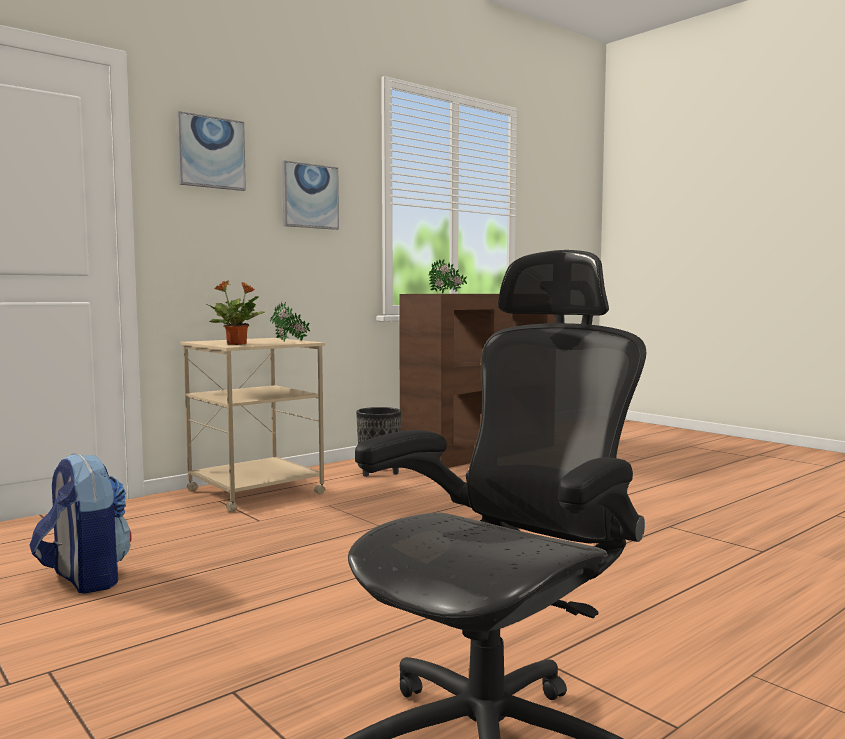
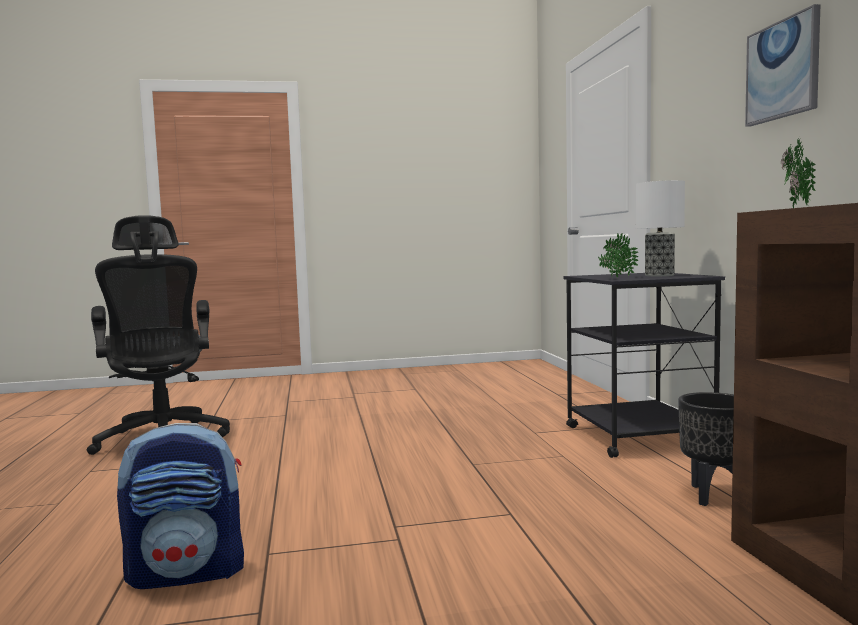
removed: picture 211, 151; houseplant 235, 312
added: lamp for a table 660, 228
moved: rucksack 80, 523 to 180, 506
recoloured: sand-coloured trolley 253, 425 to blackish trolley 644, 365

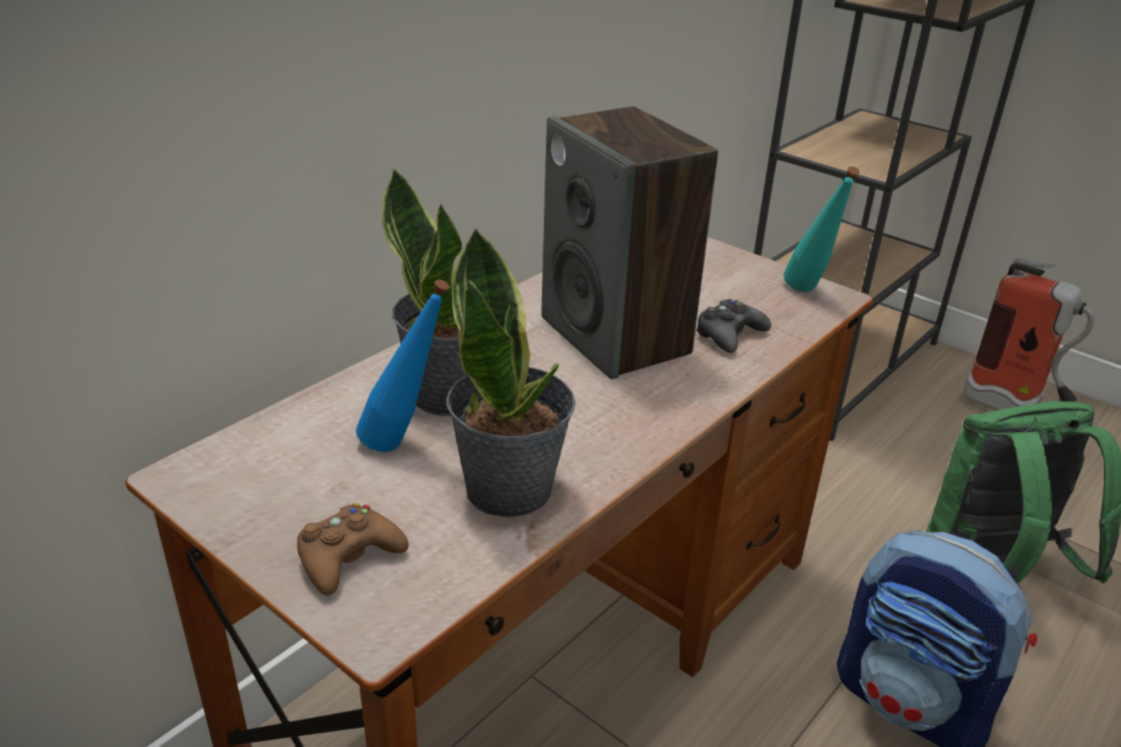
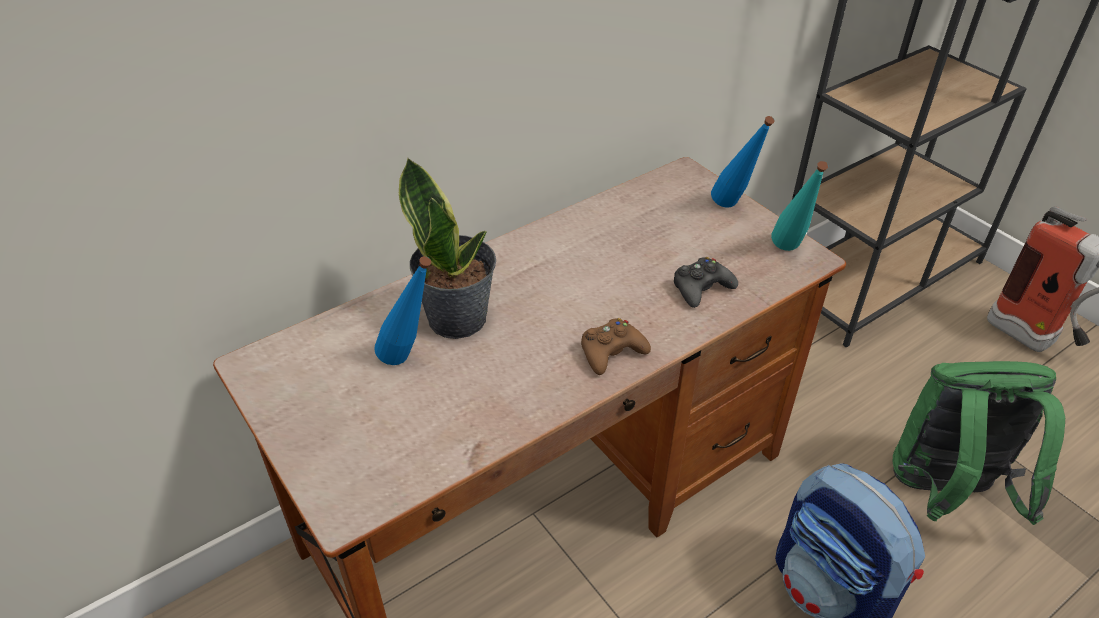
removed: houseplant 511, 372; audio speaker 630, 243
added: blue bottle 743, 162
moved: brown-coloured joypad 352, 549 to 616, 346

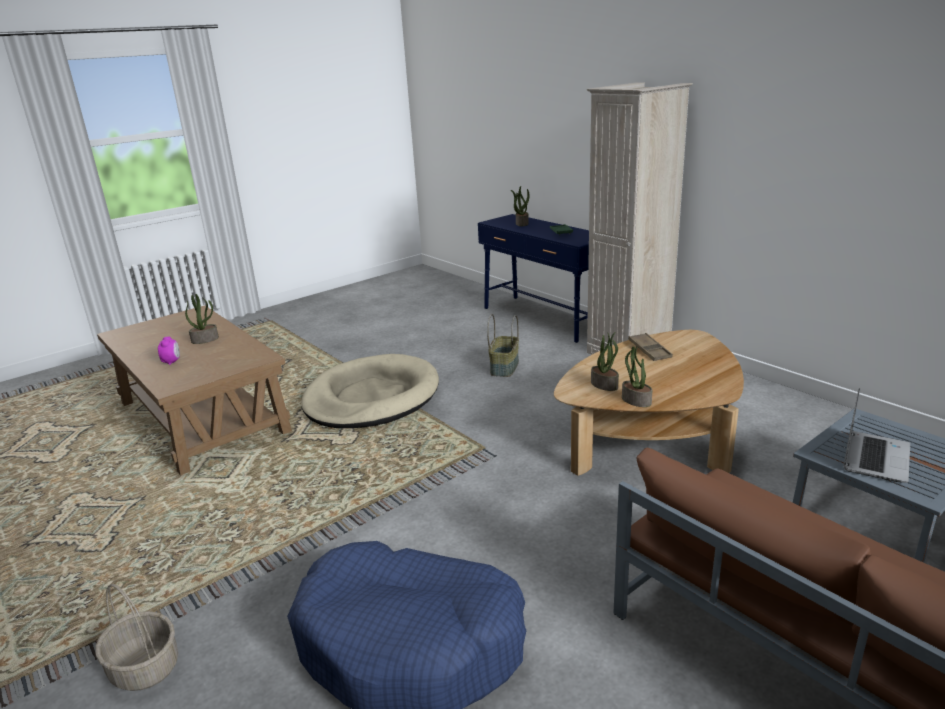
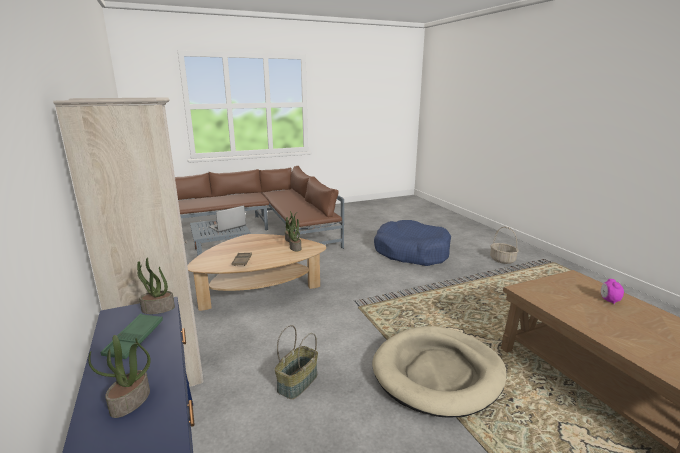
moved: houseplant 202, 319 to 156, 285

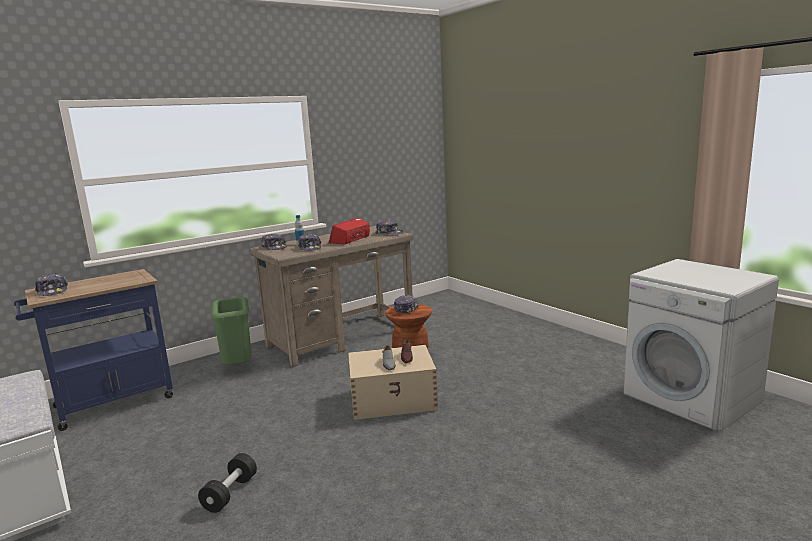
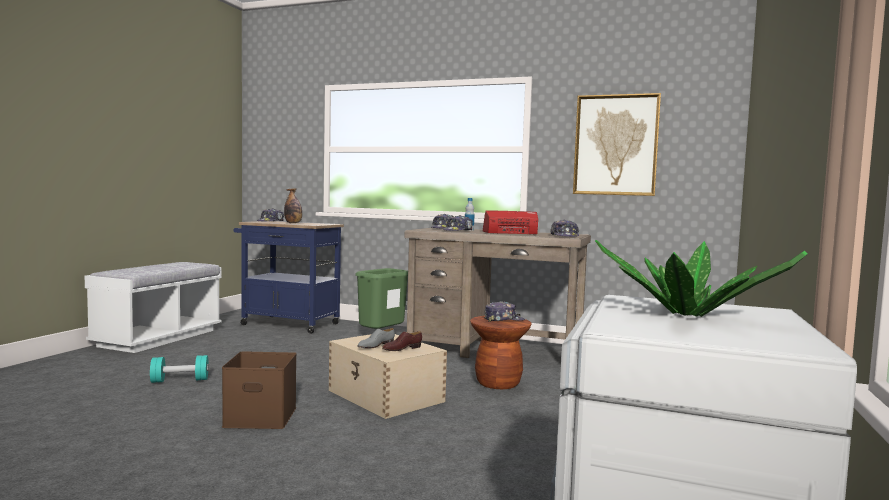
added: brown-coloured storage bin 259, 390; bottle 293, 206; picture 617, 144; houseplant 701, 278
recoloured: blackish dumbbell 227, 483 to turquoise dumbbell 179, 369

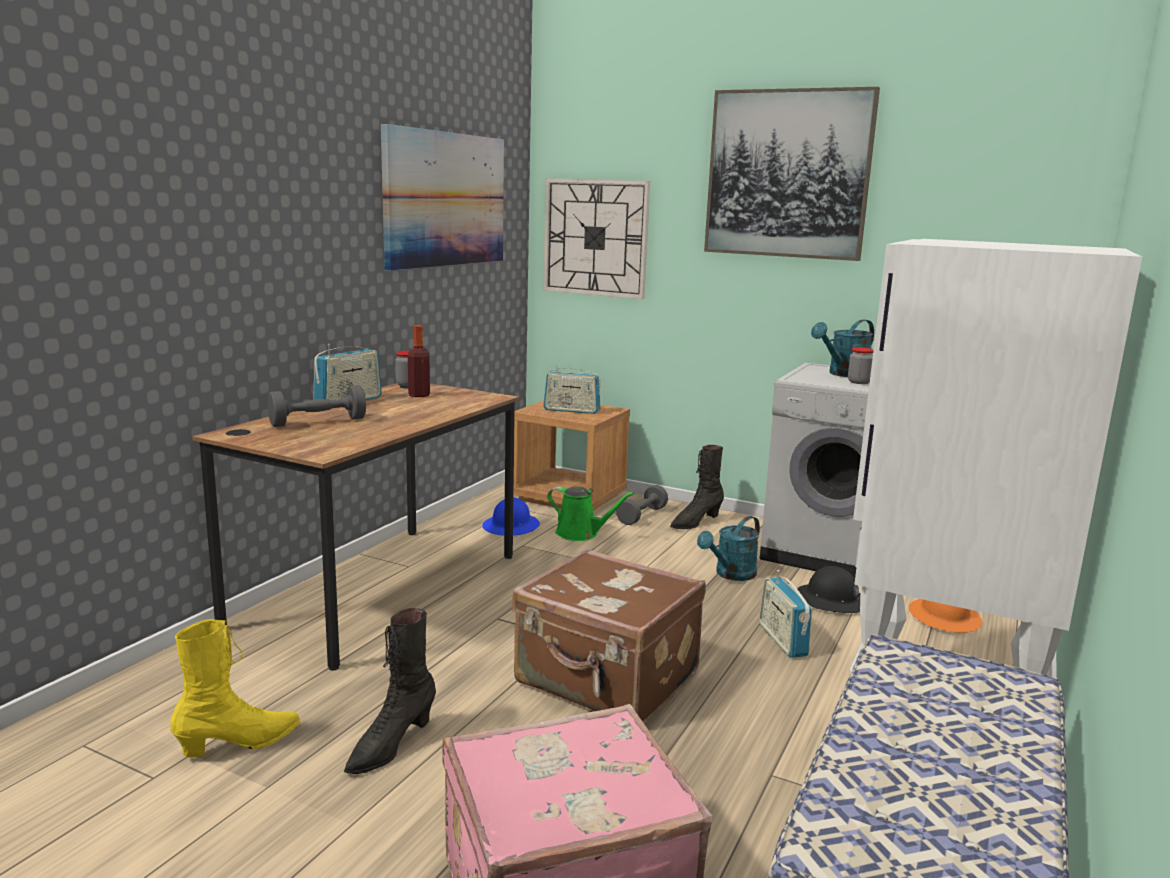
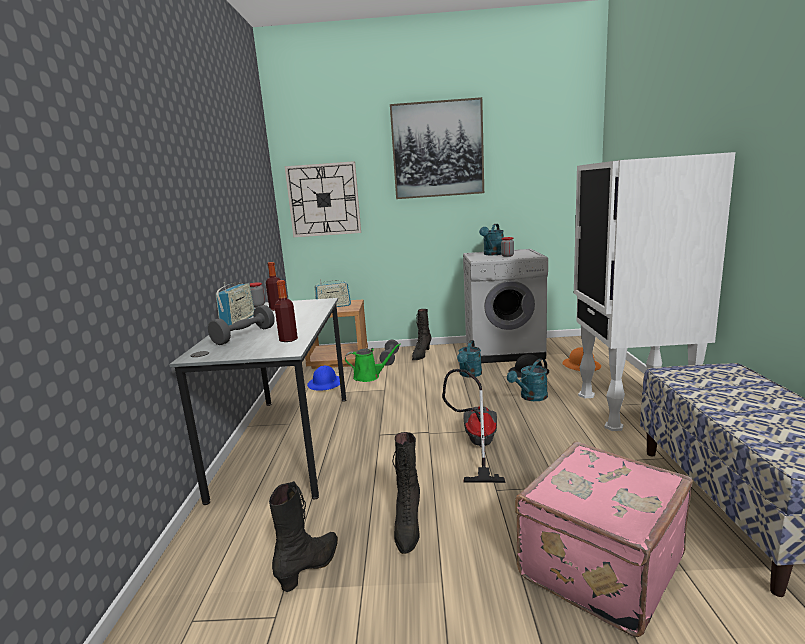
removed: picture 442, 197
added: bottle 286, 311
replaced: brown-coloured piece of luggage 609, 636 to vacuum 474, 426; radio set 785, 614 to turquoise sprinkling can 527, 380
recoloured: yellowish tall boot 235, 688 to blackish tall boot 303, 536; brown-coloured desk 356, 527 to grey desk 258, 401

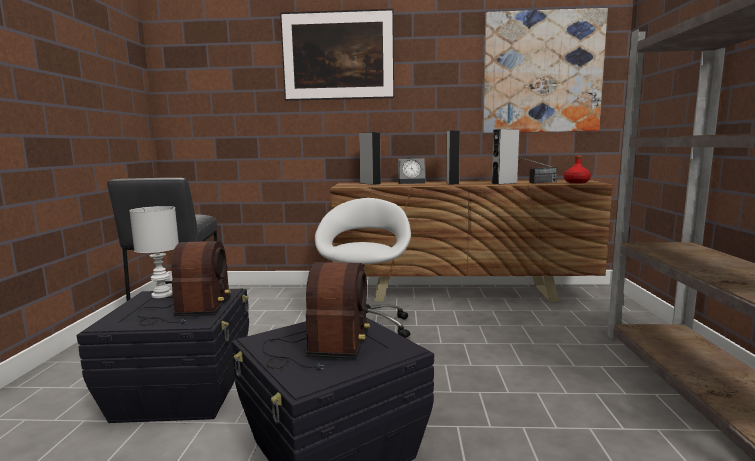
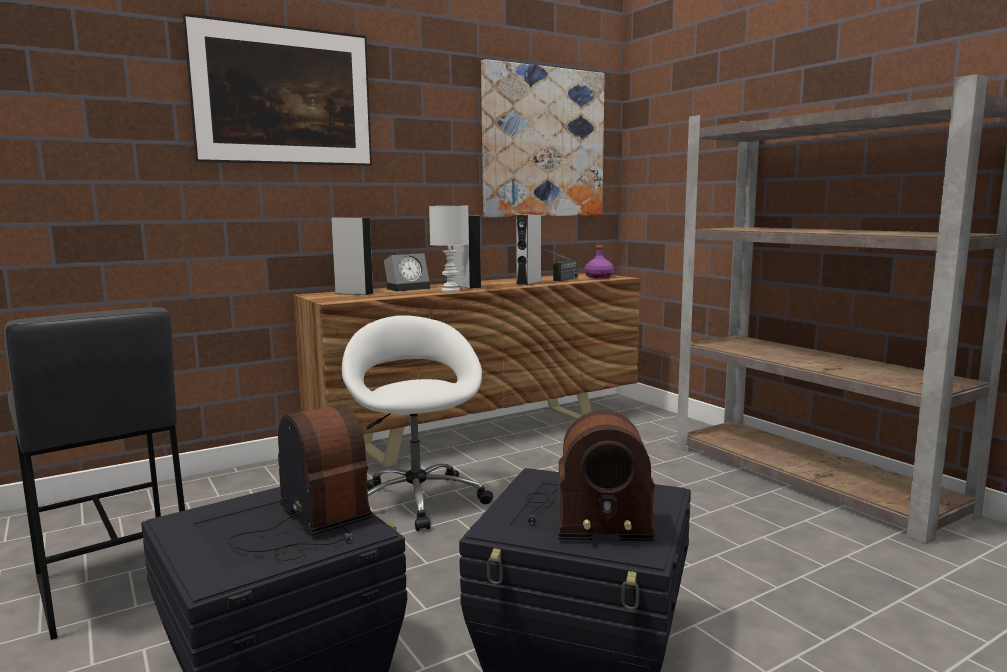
moved: white-coloured lamp for a table 154, 252 to 449, 249
recoloured: red bottle 577, 169 to purple-coloured bottle 599, 262
turned: radio set 316, 316 = 589, 475 120 degrees clockwise

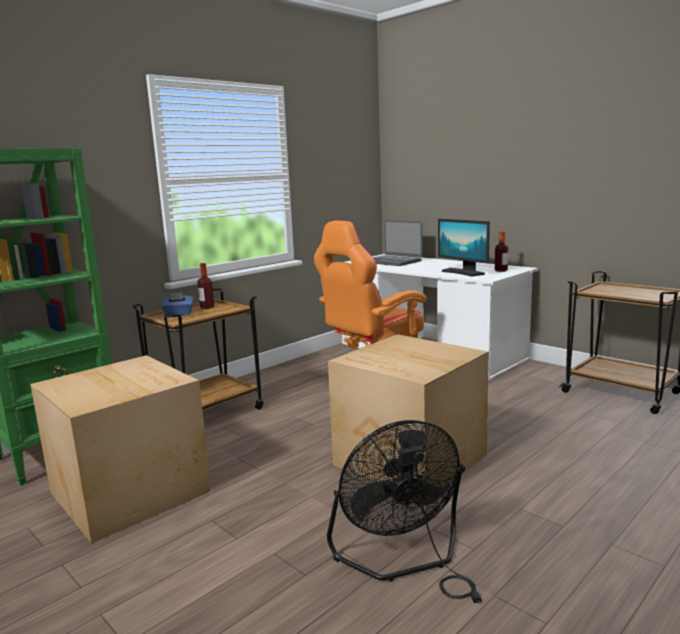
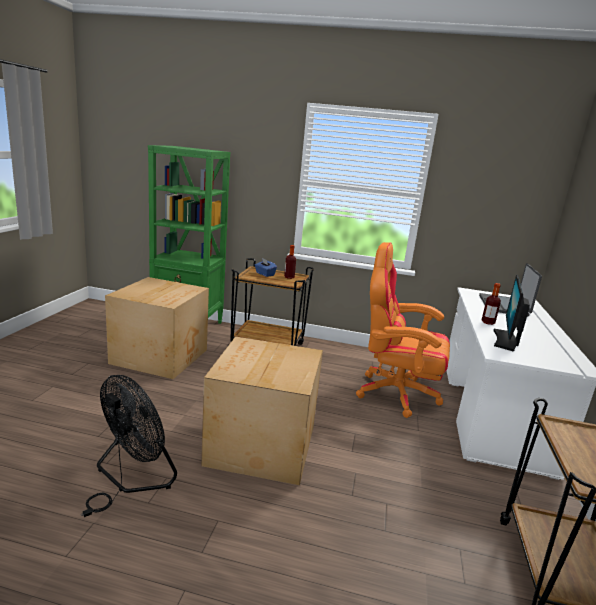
moved: bottle 501, 251 to 491, 304

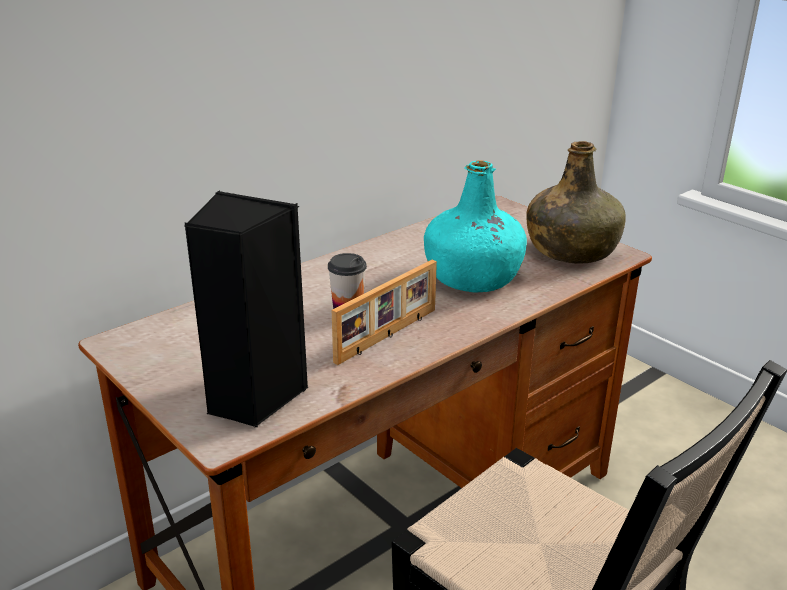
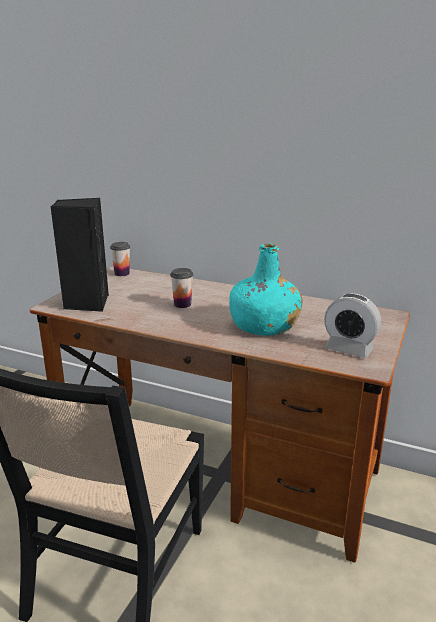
removed: photo frame 384, 312
added: small cup 120, 259
replaced: greenish bottle 576, 202 to bedside clock 352, 325

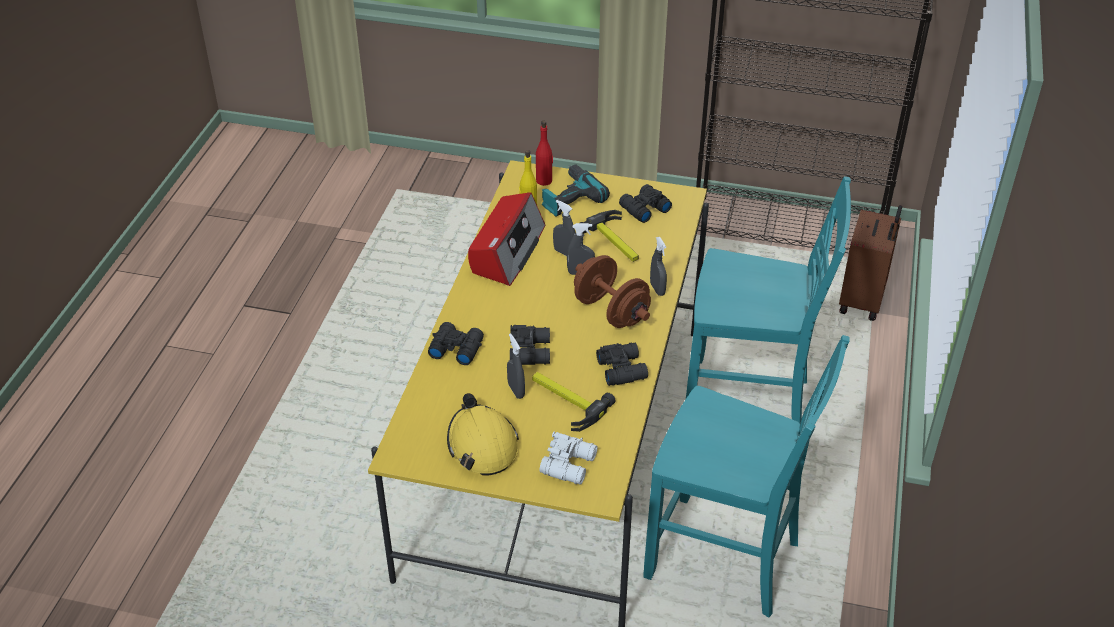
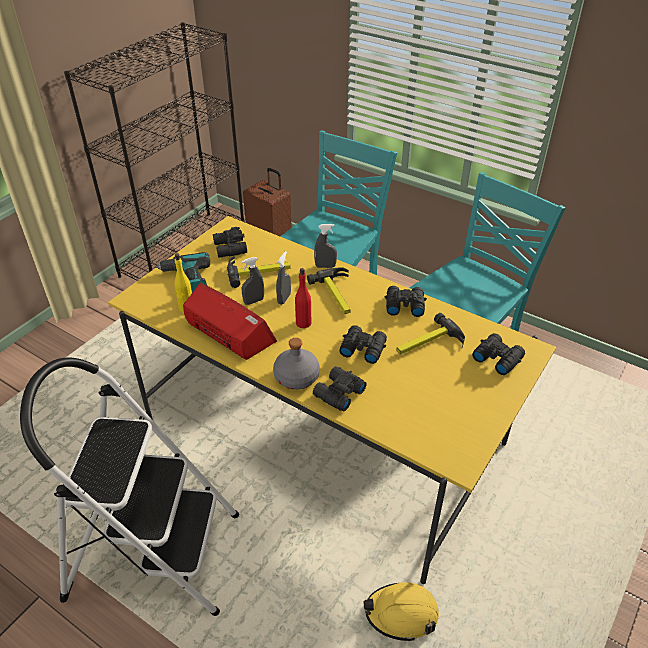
removed: grey hand sprayer 516, 366
added: step stool 129, 487; grey bottle 296, 364
moved: yellowish hard hat 483, 434 to 401, 611; red bottle 544, 153 to 303, 298
replaced: brown-coloured dumbbell 612, 291 to hammer 329, 291
recoloured: white-coloured field glasses 569, 458 to blackish field glasses 498, 354

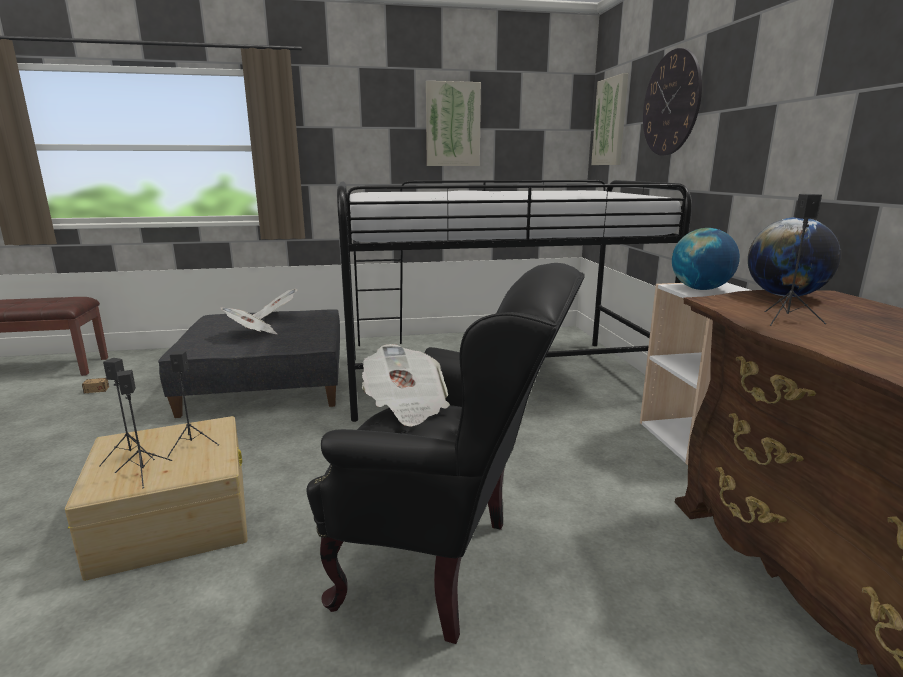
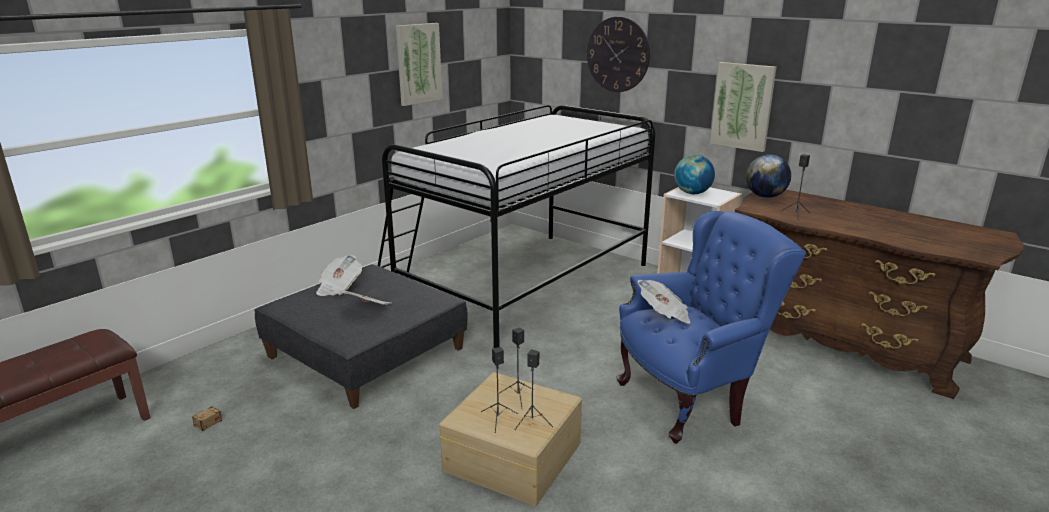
moved: picture 609, 119 to 743, 107
recoloured: blackish easy chair 446, 453 to blue easy chair 711, 327

